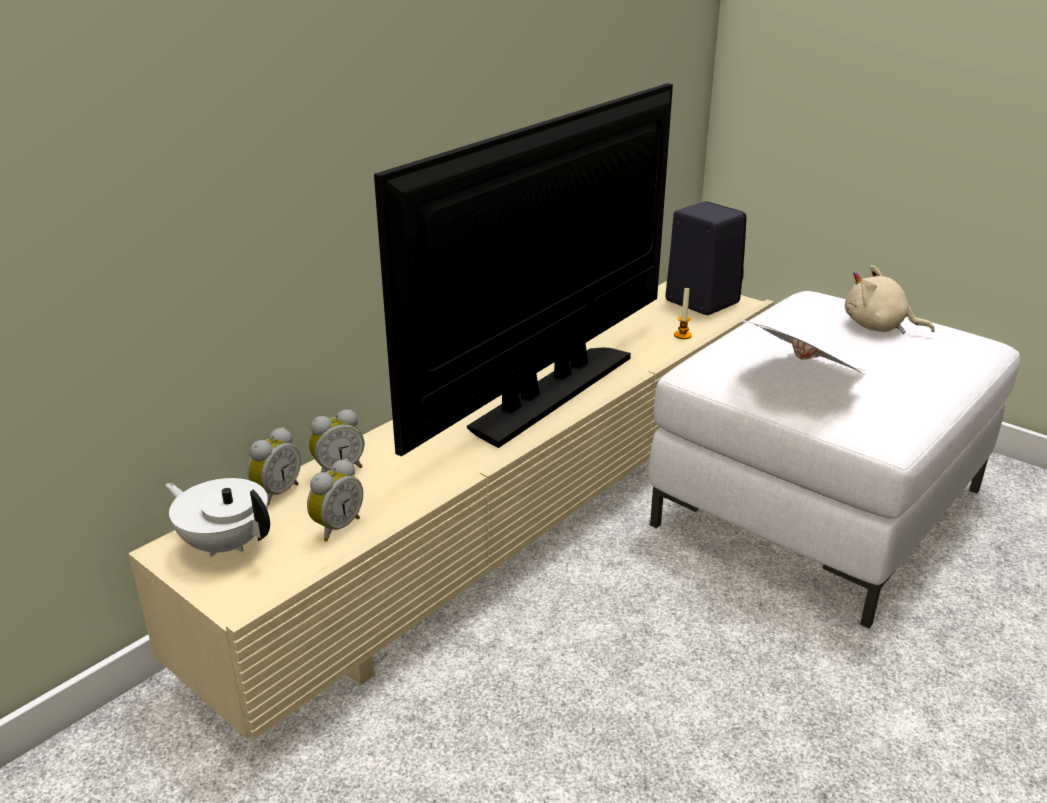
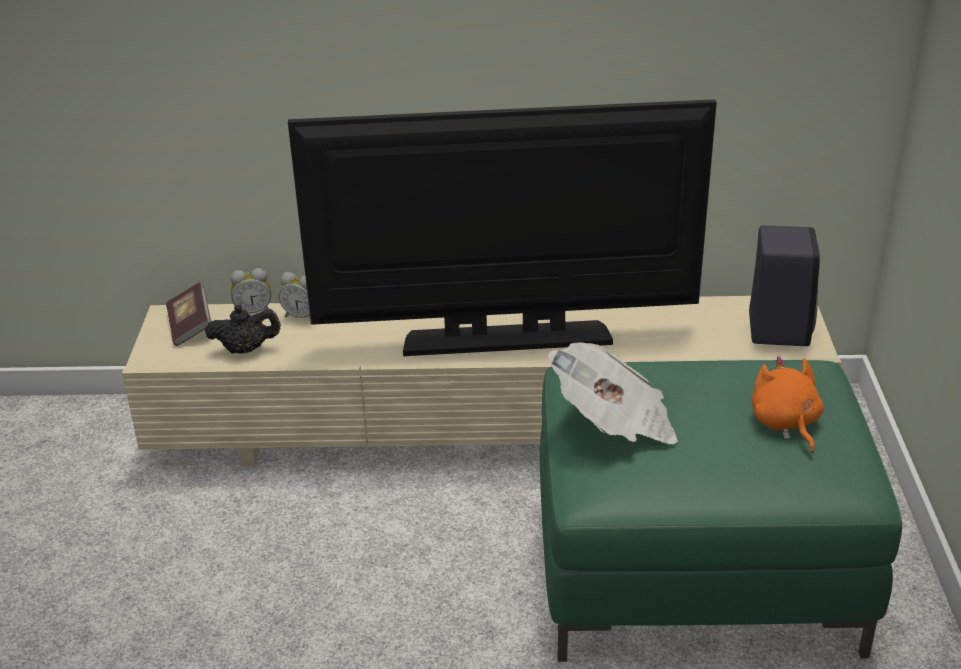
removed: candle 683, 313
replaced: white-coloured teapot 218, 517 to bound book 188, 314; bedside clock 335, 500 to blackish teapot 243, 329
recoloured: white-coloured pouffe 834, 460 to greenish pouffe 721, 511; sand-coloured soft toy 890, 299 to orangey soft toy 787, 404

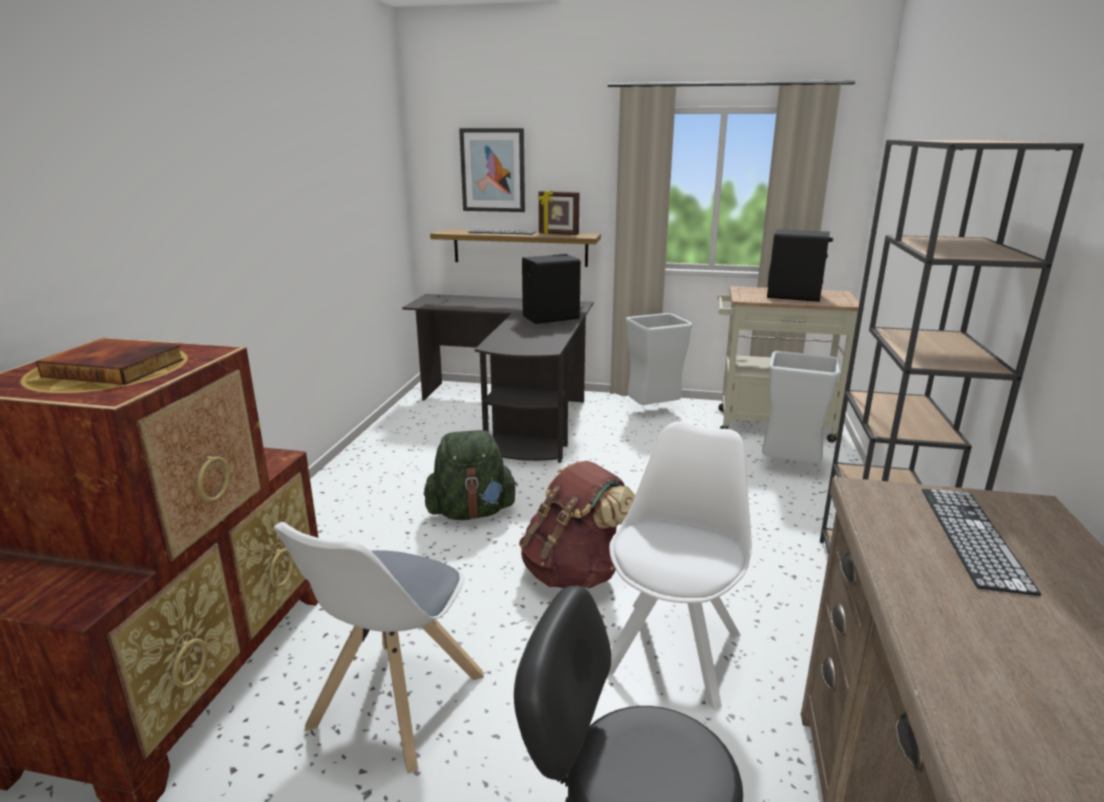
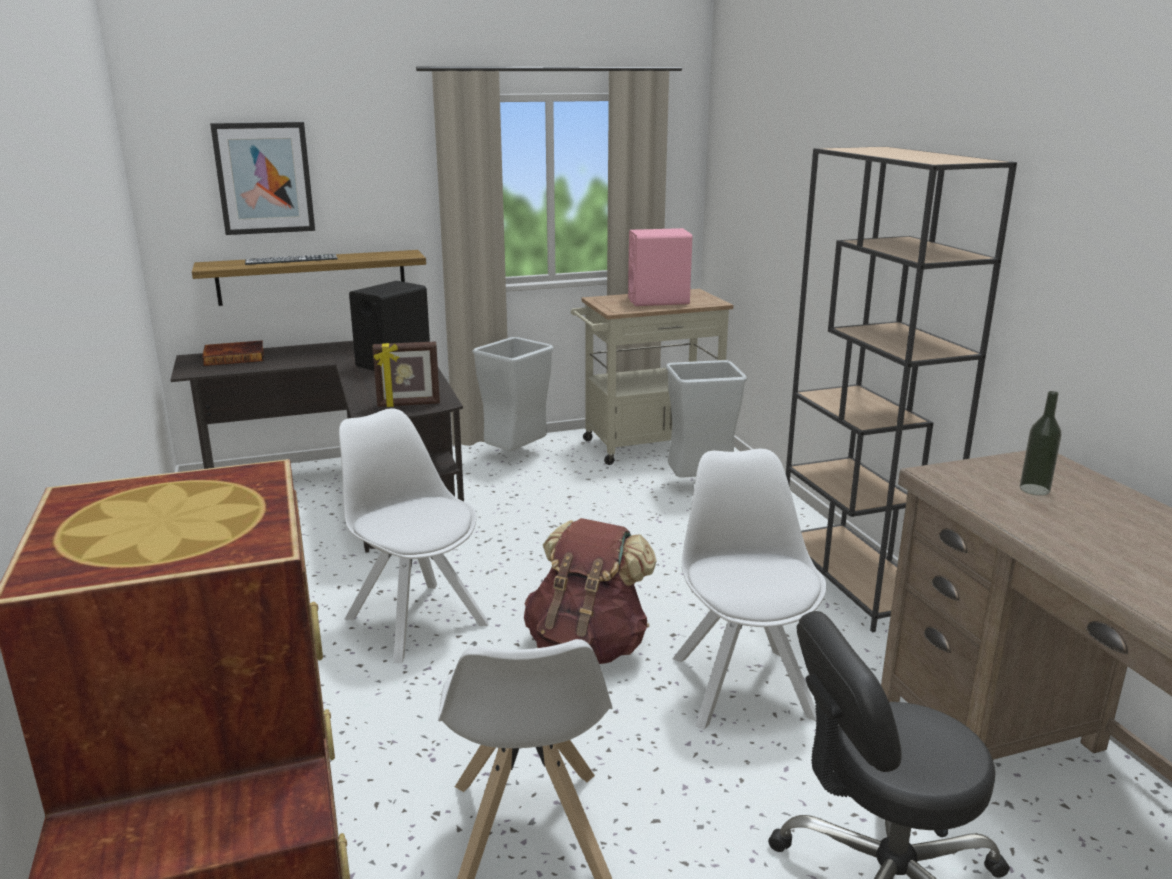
moved: bound book 110, 362 to 233, 353; photo frame 558, 212 to 406, 374
replaced: greenish rucksack 471, 475 to white-coloured plain chair 414, 535; PC keyboard 981, 542 to bottle 1041, 443
recoloured: blackish audio speaker 800, 265 to pinkish audio speaker 660, 267

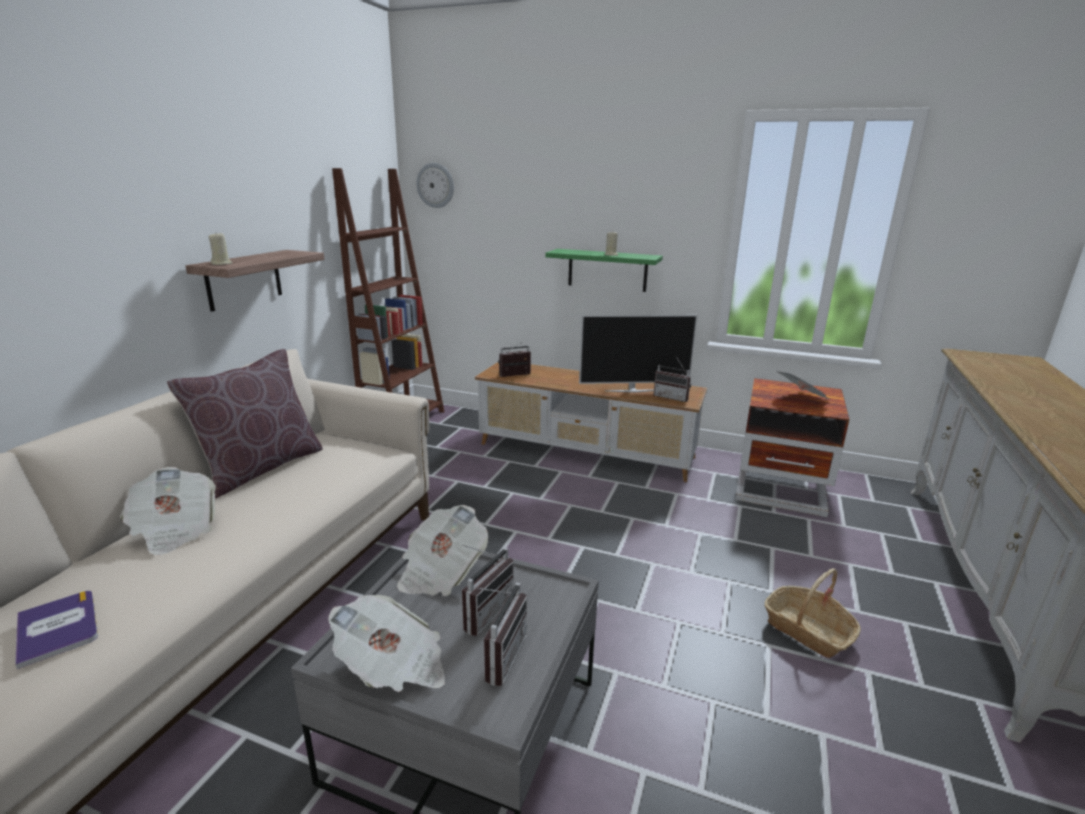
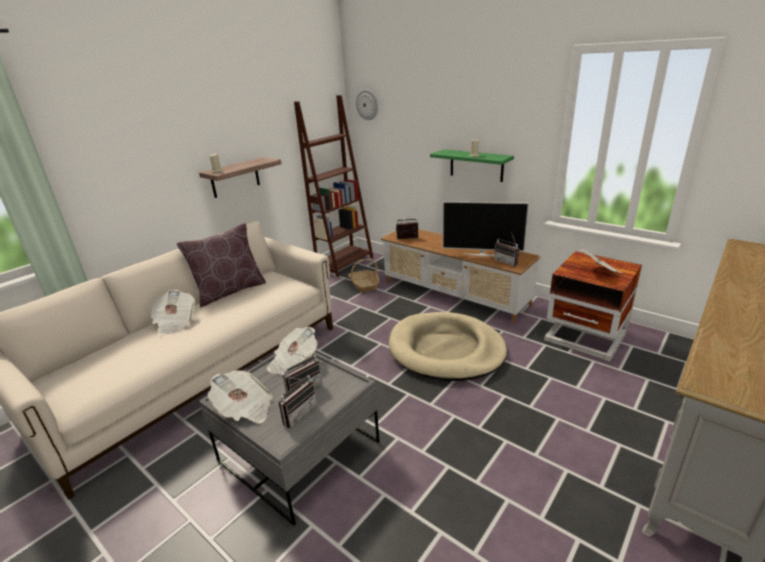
removed: bound book 56, 630
added: sand-coloured dog cushion 448, 346
moved: storage basket 813, 613 to 363, 275

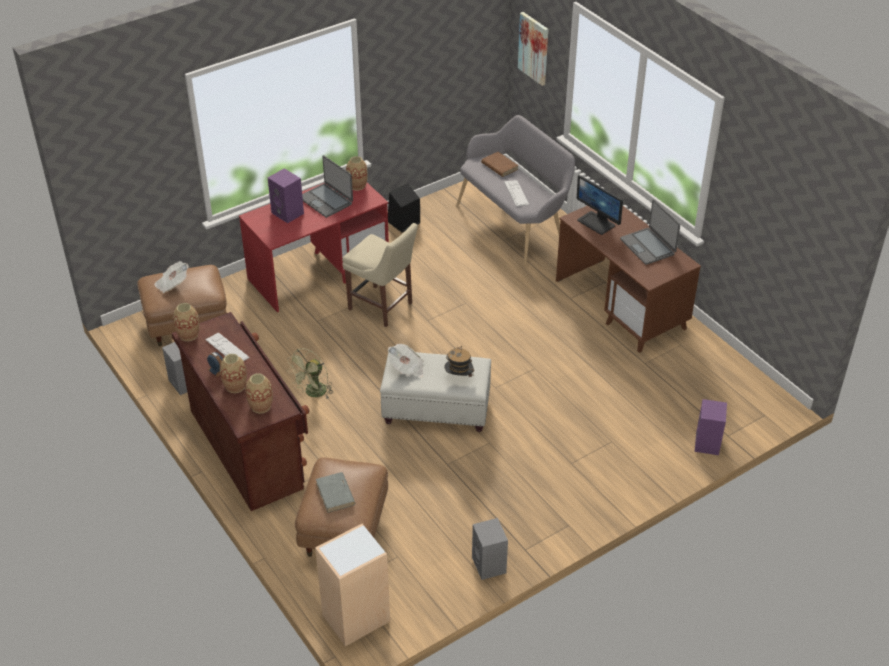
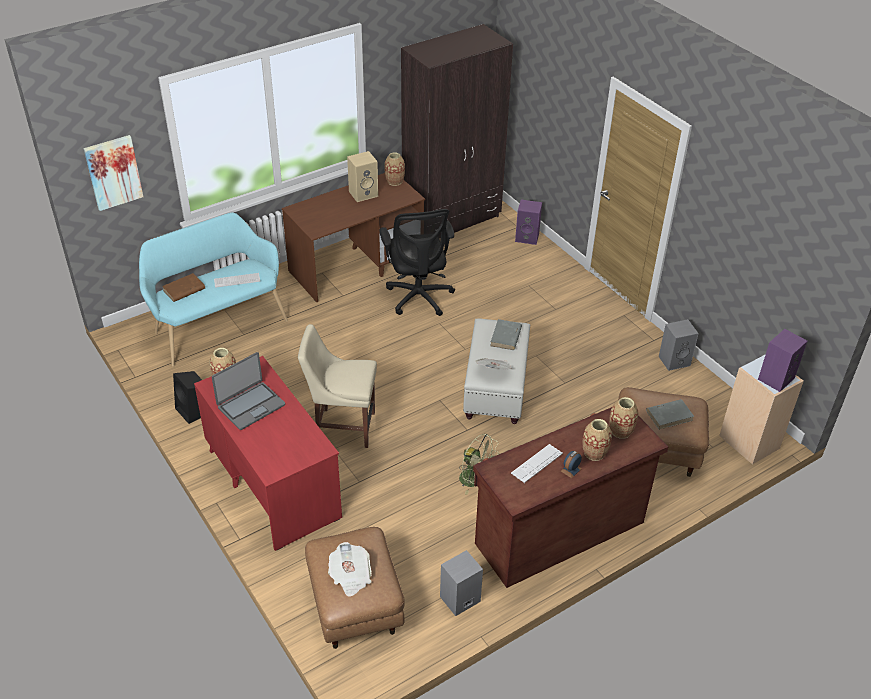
removed: computer screen 600, 205
added: blackish computer chair 417, 262; brown-coloured armoire 457, 128
moved: flower vase 186, 322 to 394, 169; purple-coloured audio speaker 286, 195 to 782, 360
replaced: clothing hat 459, 361 to grey bound book 506, 334; portable computer 650, 232 to sand-coloured audio speaker 362, 176
recoloured: grey bench 516, 190 to turquoise bench 213, 290
turned: sand-coloured plain chair 380, 275 = 337, 386 120 degrees counterclockwise

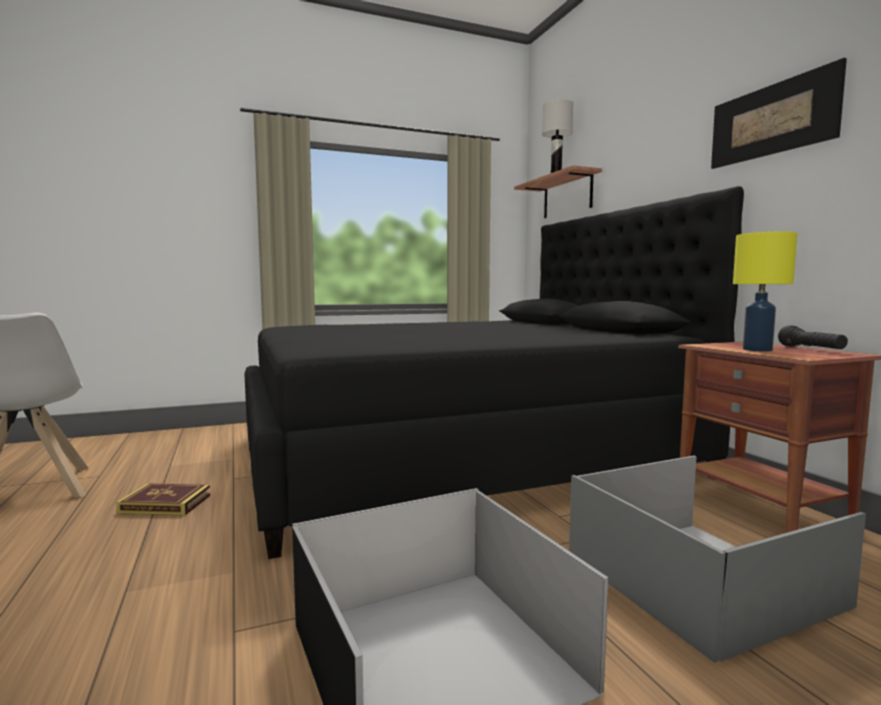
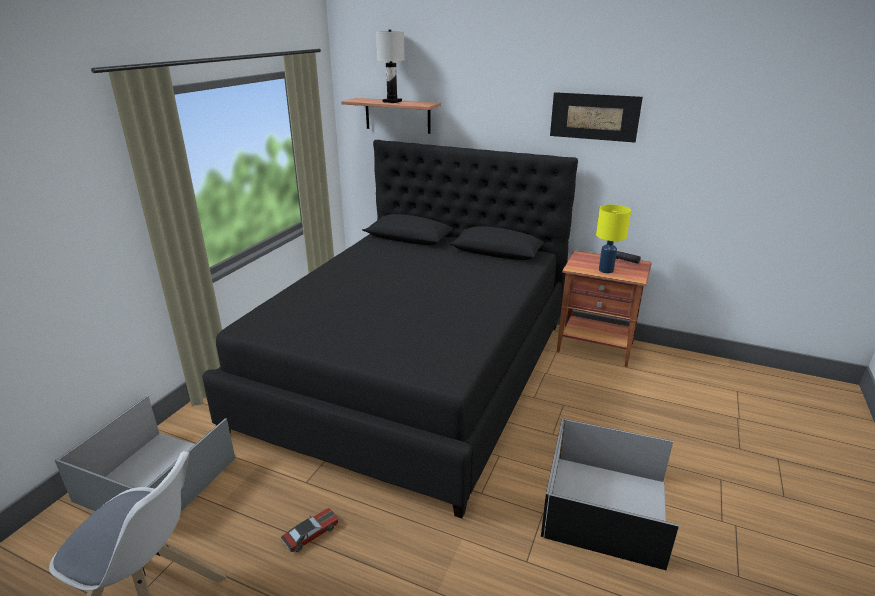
moved: grey storage bin 717, 559 to 145, 454
replaced: bound book 163, 499 to toy car 310, 530

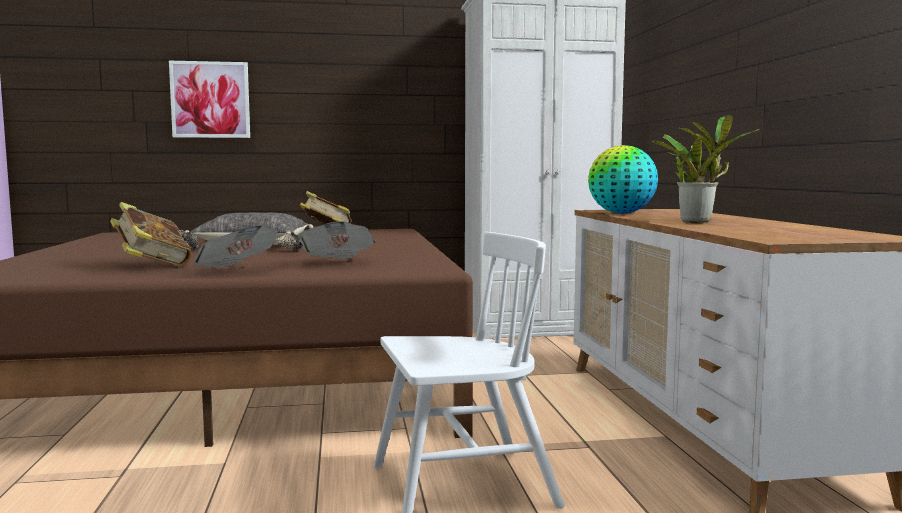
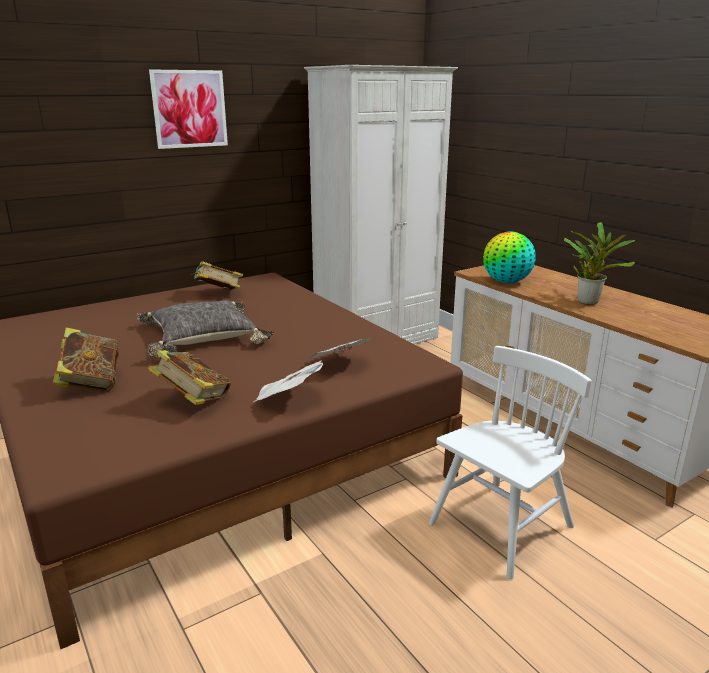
added: bound book 86, 359
moved: picture 209, 99 to 188, 109

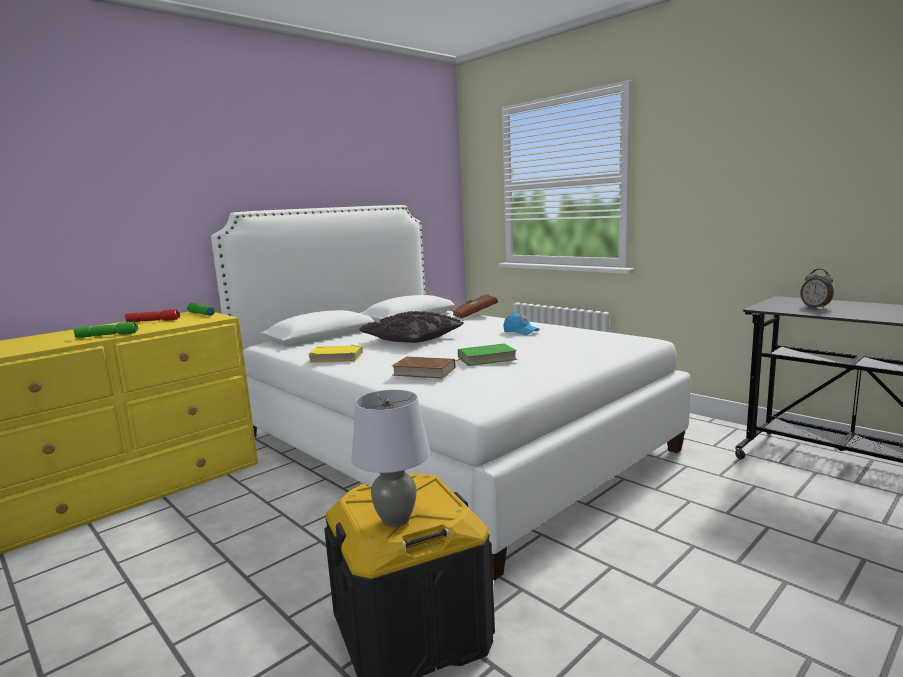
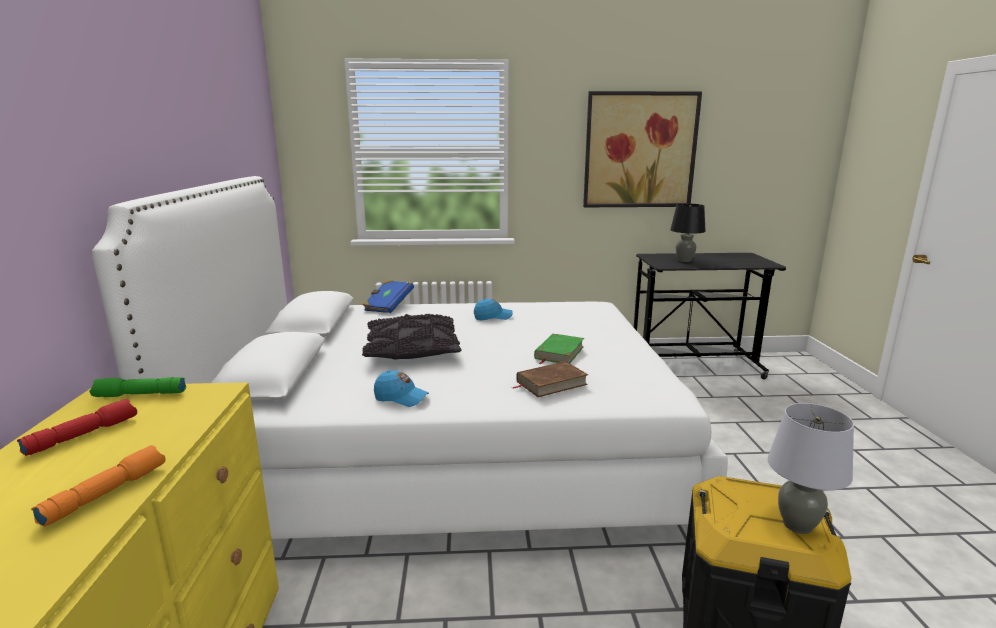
added: picture 642, 149
replaced: yellowish bound book 335, 354 to blue peaked cap 401, 388; bedside clock 817, 288 to blackish lamp for a table 688, 232
recoloured: greenish torch 105, 330 to orangey torch 98, 486; brown-coloured bound book 474, 306 to blue bound book 388, 296

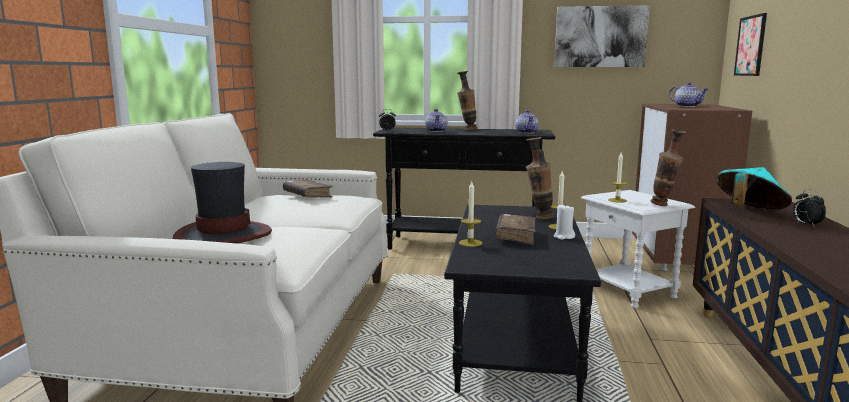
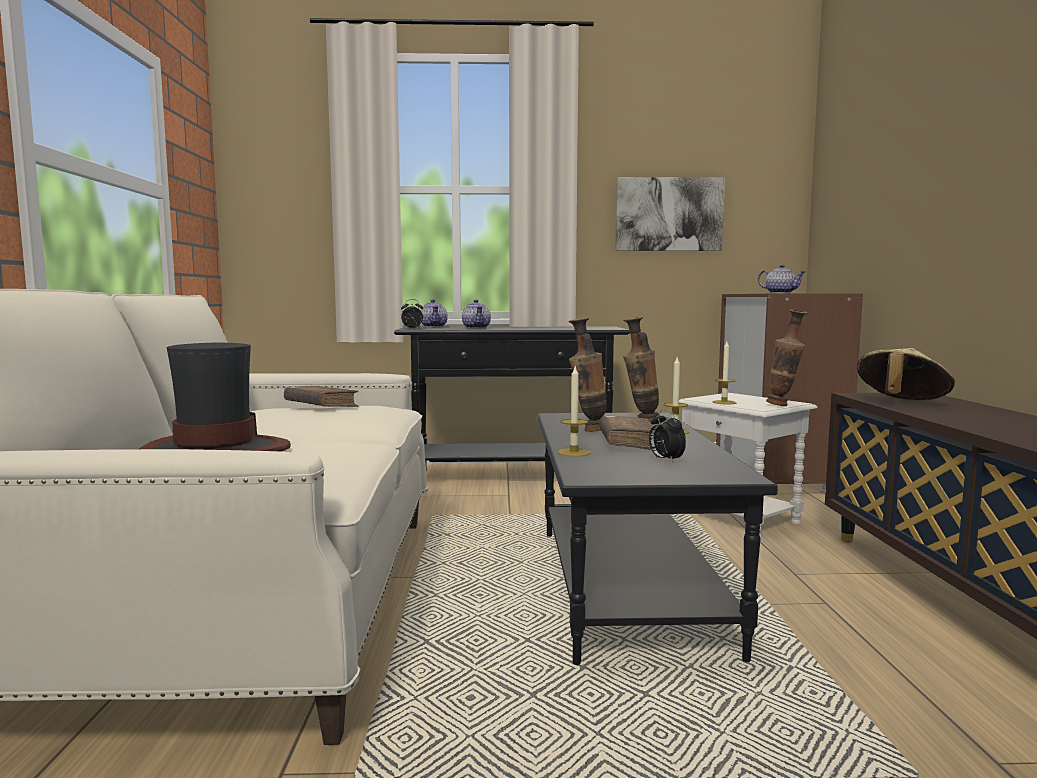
removed: white-coloured candle 564, 222; picture 750, 44
moved: flower vase 467, 101 to 587, 375; teapot 527, 122 to 434, 313; bedside clock 809, 208 to 667, 435
recoloured: turquoise clothing hat 754, 188 to sand-coloured clothing hat 906, 374

